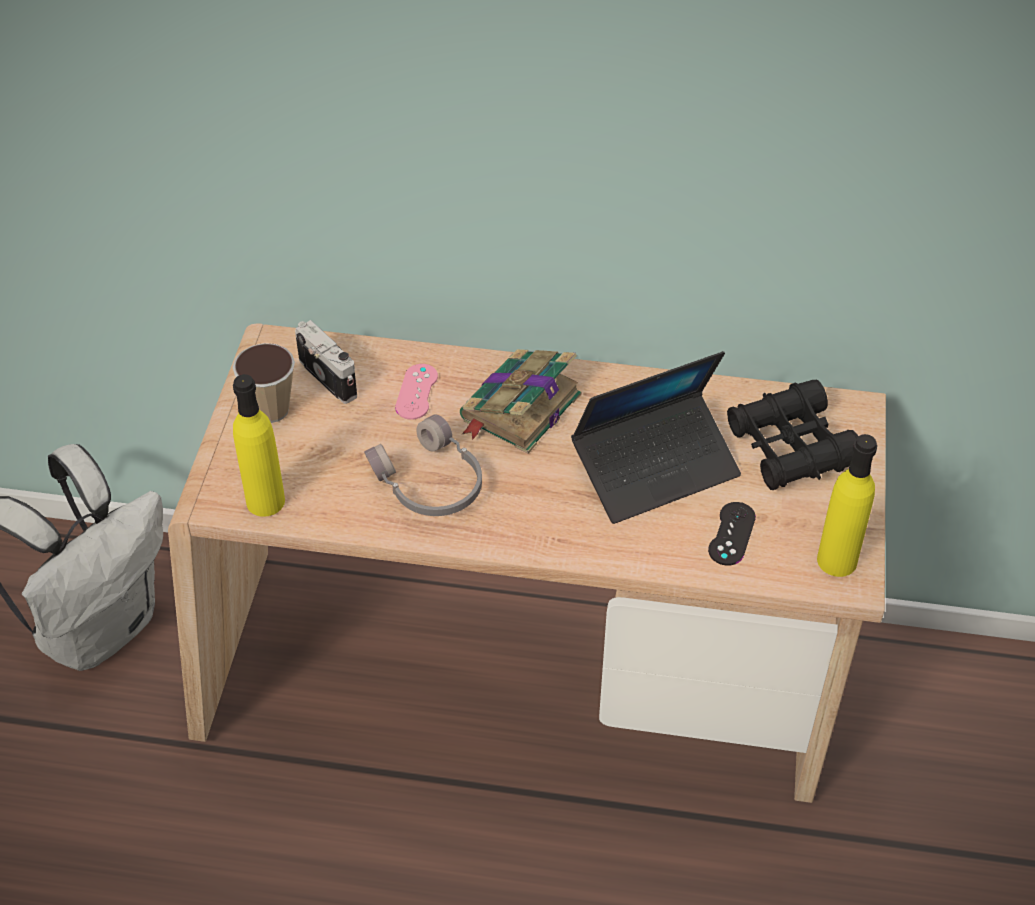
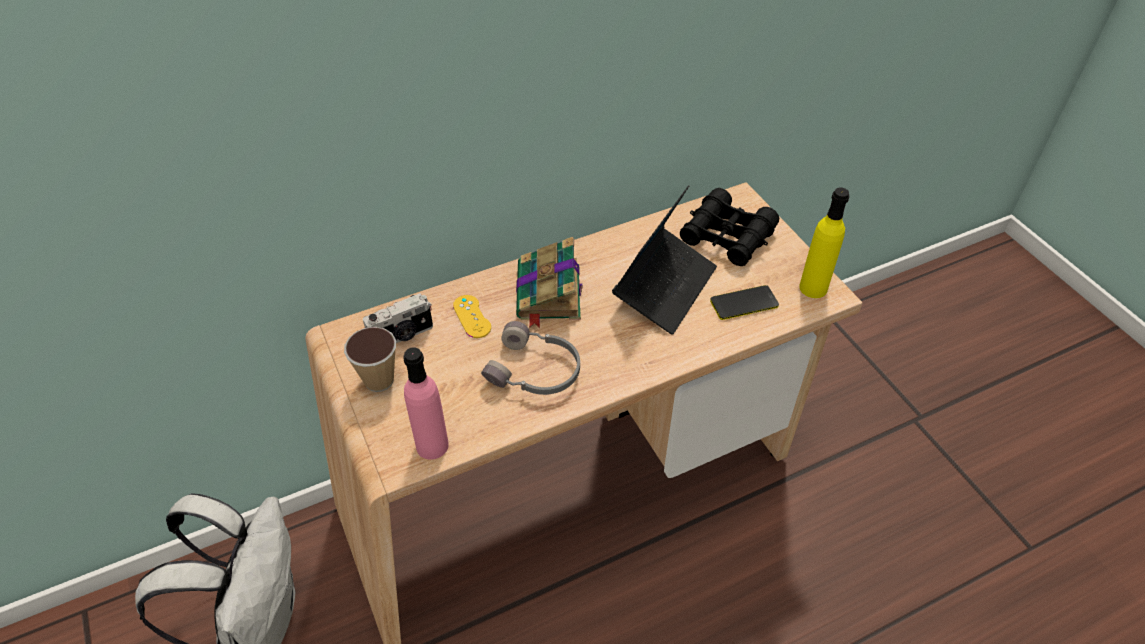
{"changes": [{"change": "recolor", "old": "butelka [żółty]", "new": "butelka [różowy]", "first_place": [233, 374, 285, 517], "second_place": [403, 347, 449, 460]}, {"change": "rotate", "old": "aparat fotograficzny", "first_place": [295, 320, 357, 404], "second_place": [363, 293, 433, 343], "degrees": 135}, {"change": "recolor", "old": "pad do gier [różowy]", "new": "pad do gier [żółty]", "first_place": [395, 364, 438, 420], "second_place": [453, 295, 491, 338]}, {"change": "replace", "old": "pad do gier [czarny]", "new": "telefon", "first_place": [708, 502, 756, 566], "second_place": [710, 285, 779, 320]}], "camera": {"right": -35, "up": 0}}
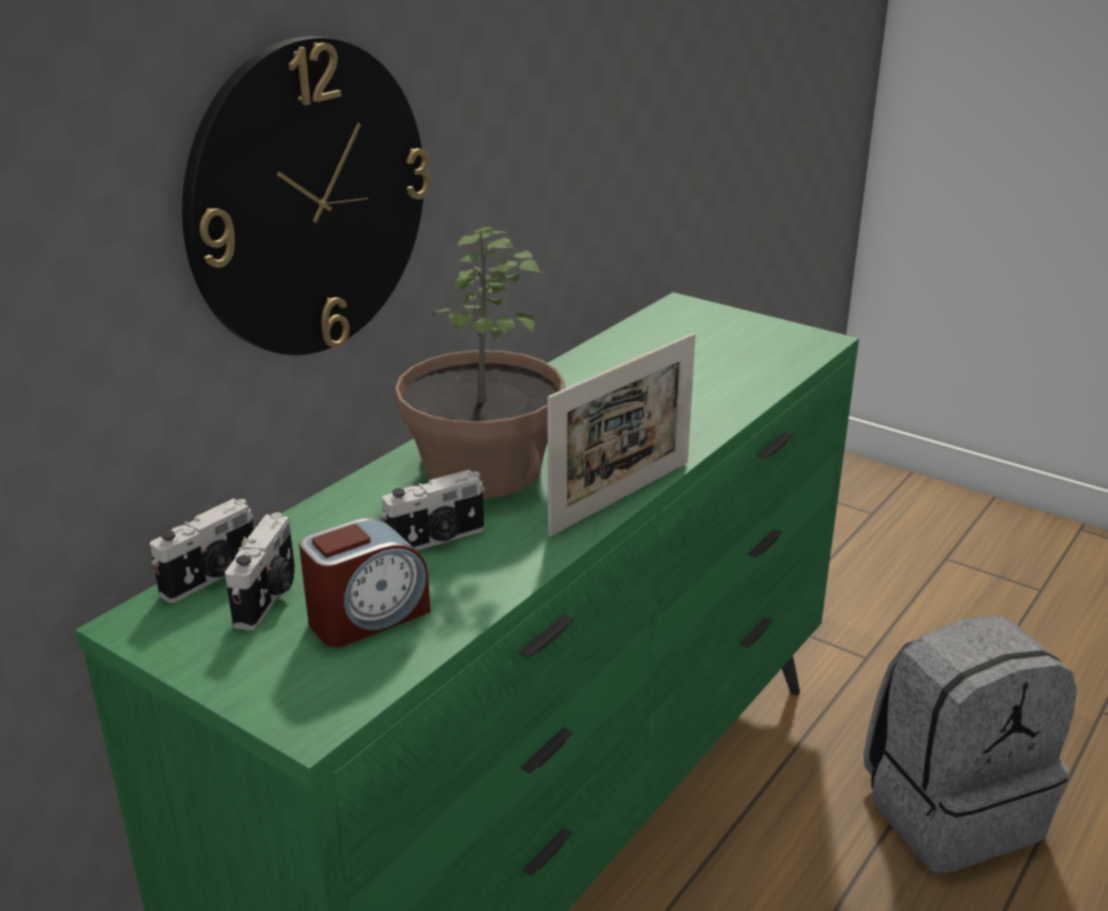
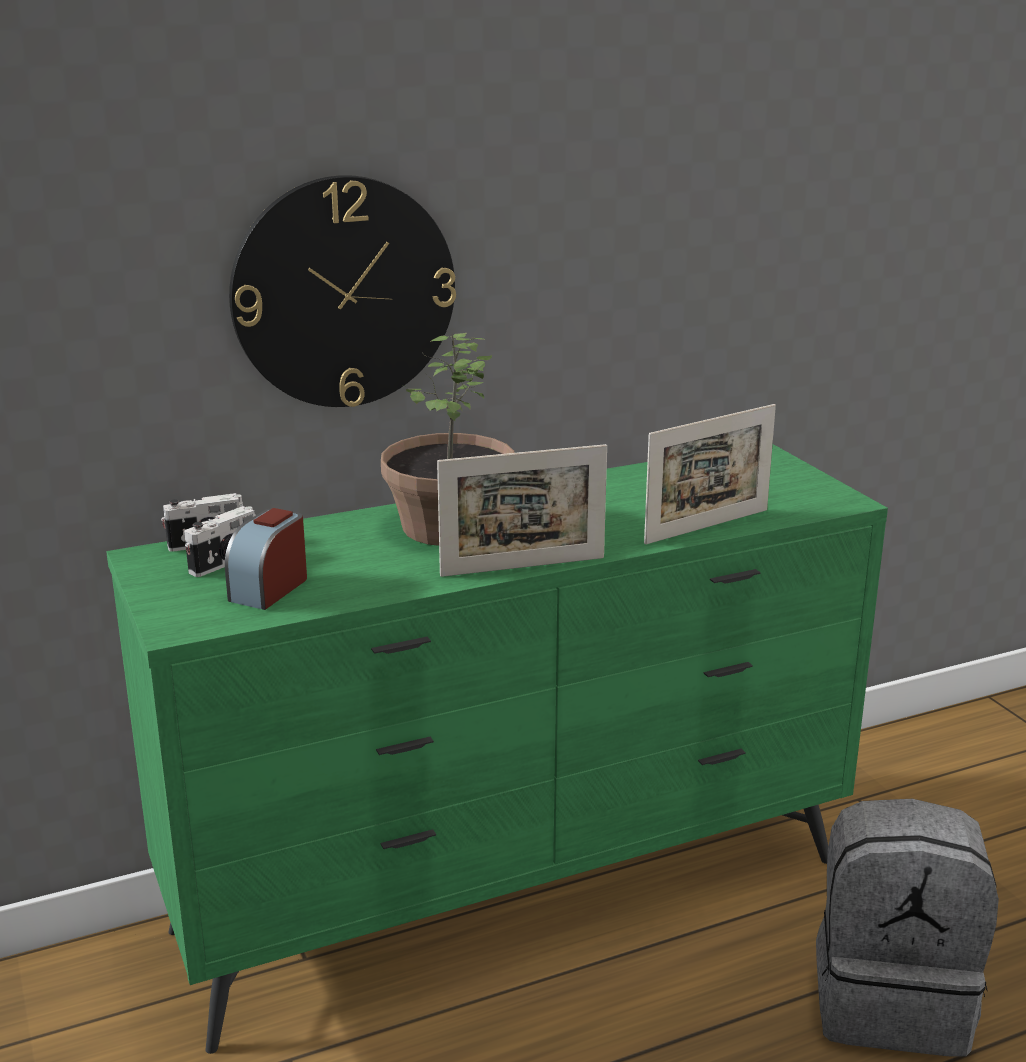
{"changes": [{"change": "rotate", "old": "budzik", "first_place": [299, 518, 430, 647], "second_place": [225, 508, 307, 610], "degrees": 120}, {"change": "delete", "old": "aparat fotograficzny", "first_place": [380, 470, 485, 550]}, {"change": "insert", "new": "ramka na zdjęcie", "second_place": [644, 404, 776, 545]}], "camera": {"right": 30, "up": -5}}
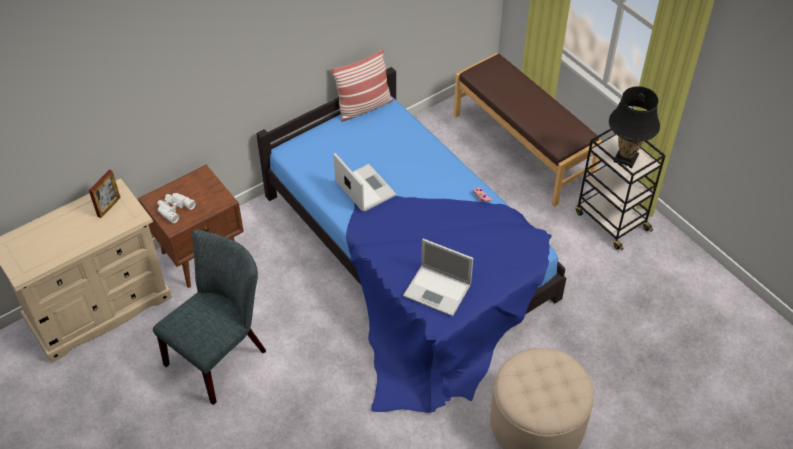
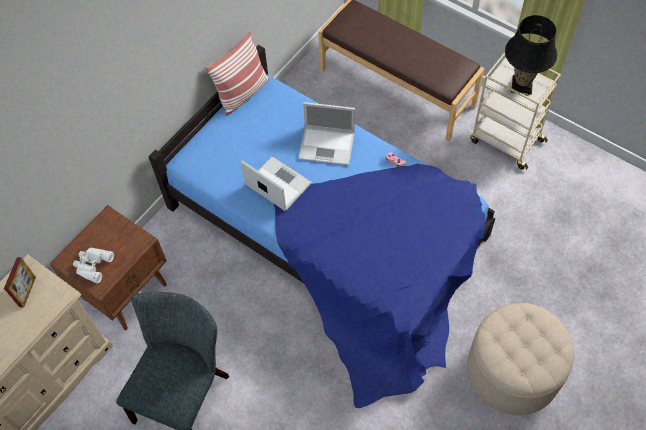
{"changes": [{"change": "move", "old": "laptop", "first_place": [403, 239, 473, 316], "second_place": [298, 102, 355, 165]}, {"change": "recolor", "old": "wózek [czarny]", "new": "wózek [beżowy]", "first_place": [576, 129, 666, 250], "second_place": [470, 52, 561, 170]}], "camera": {"right": -15, "up": 10}}
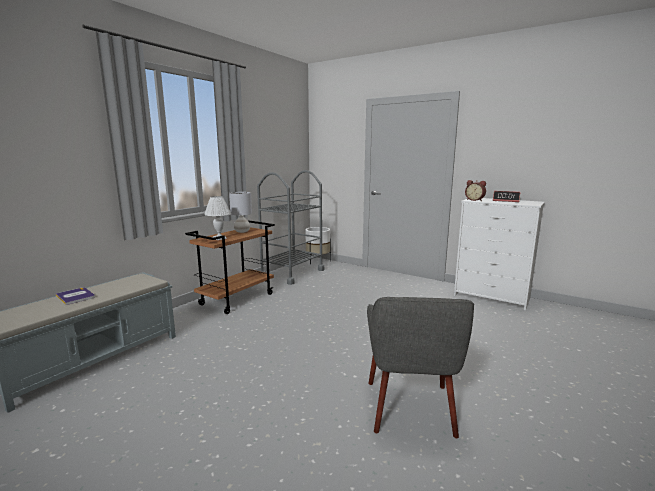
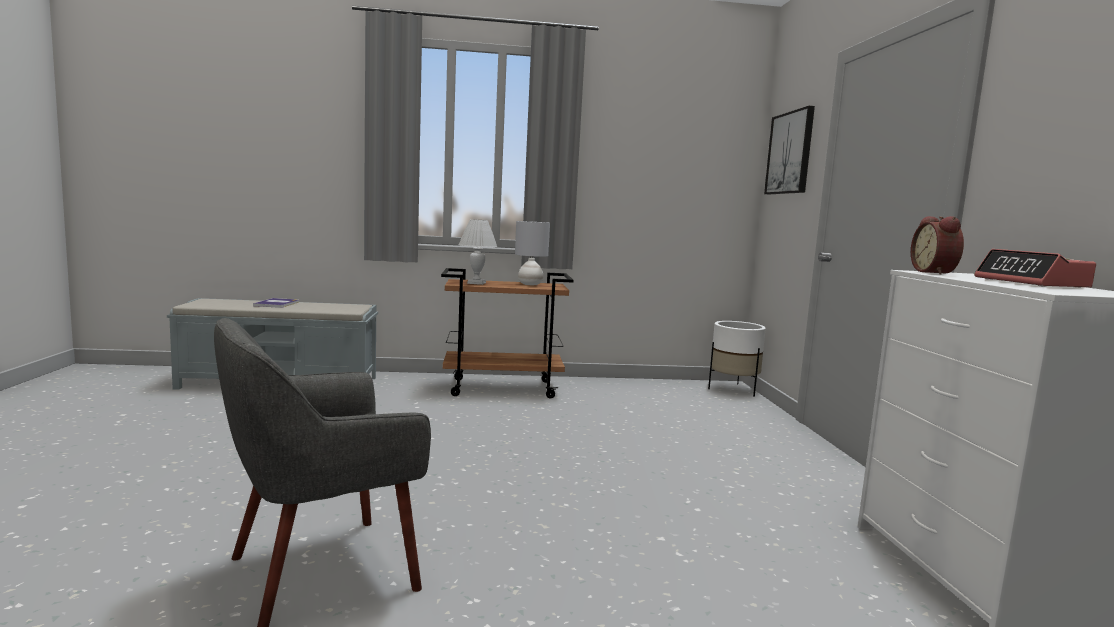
{"changes": [{"change": "delete", "old": "wózek [szary]", "first_place": [257, 170, 324, 285]}, {"change": "insert", "new": "obraz", "second_place": [764, 106, 815, 194]}], "camera": {"right": 50, "up": -5}}
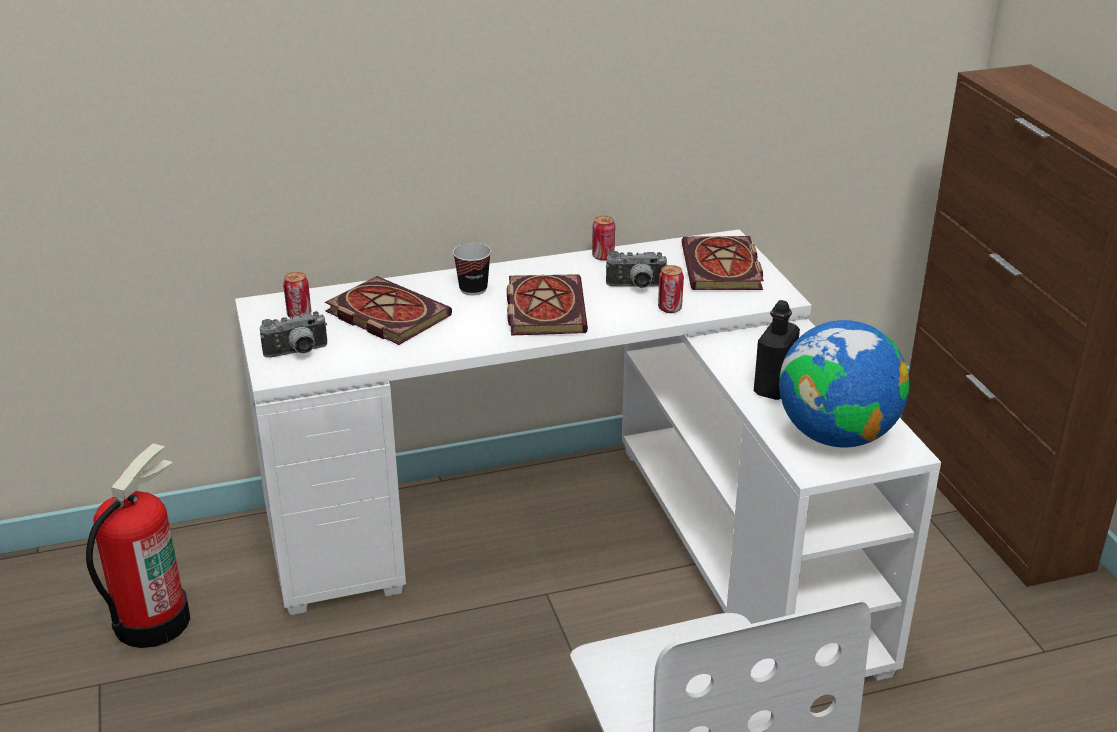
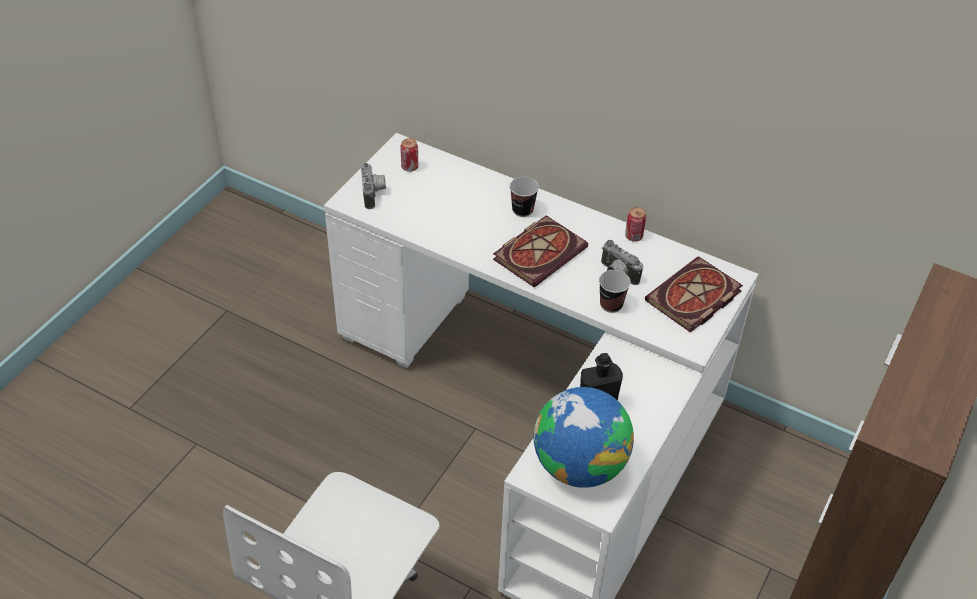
{"changes": [{"change": "delete", "old": "gaśnica", "first_place": [86, 443, 190, 648]}, {"change": "rotate", "old": "aparat fotograficzny", "first_place": [260, 311, 327, 358], "second_place": [361, 163, 386, 209], "degrees": -120}, {"change": "delete", "old": "książka", "first_place": [325, 276, 452, 345]}, {"change": "replace", "old": "puszka", "new": "filiżanka", "first_place": [658, 265, 684, 313], "second_place": [599, 270, 631, 313]}], "camera": {"right": 45, "up": 15}}
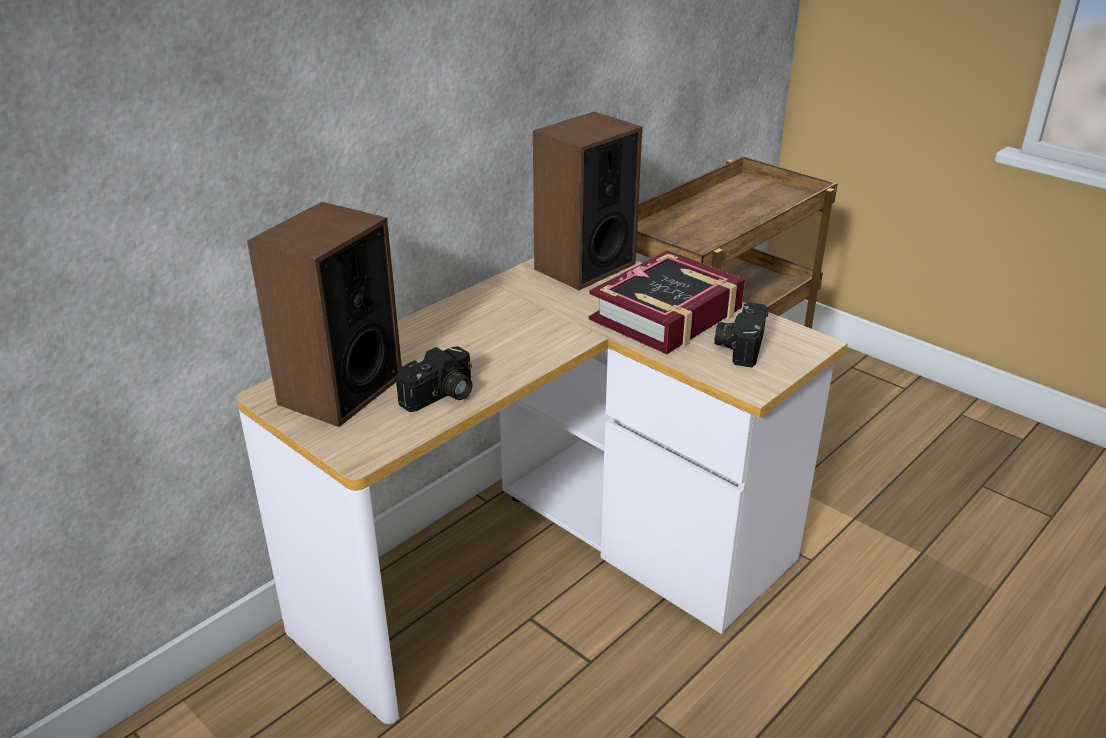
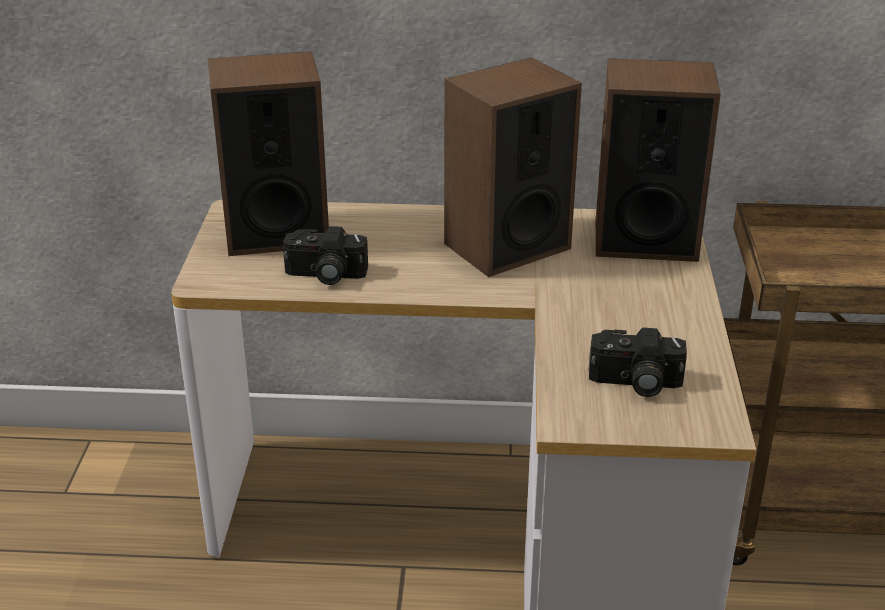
{"changes": [{"change": "delete", "old": "książka", "first_place": [589, 250, 745, 354]}, {"change": "rotate", "old": "aparat fotograficzny", "first_place": [714, 302, 769, 368], "second_place": [588, 327, 687, 397], "degrees": -150}, {"change": "insert", "new": "głośnik", "second_place": [444, 57, 582, 277]}], "camera": {"right": 50, "up": 0}}
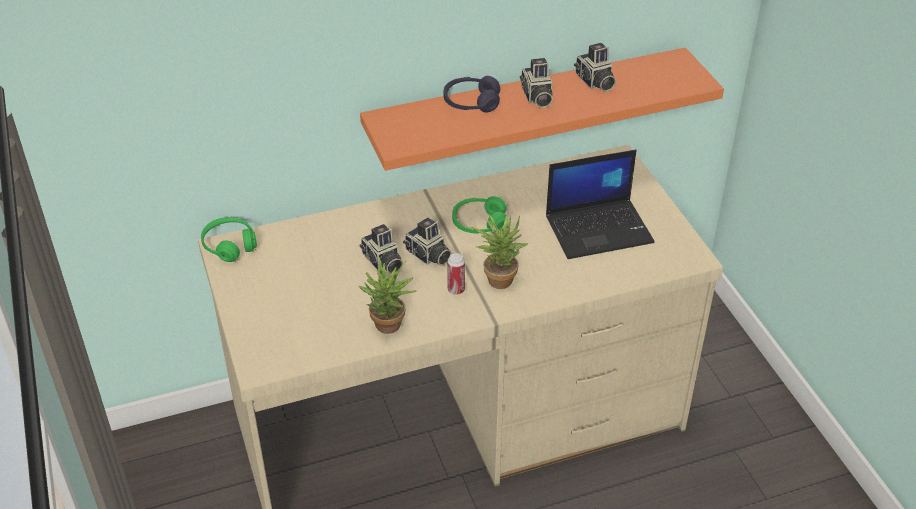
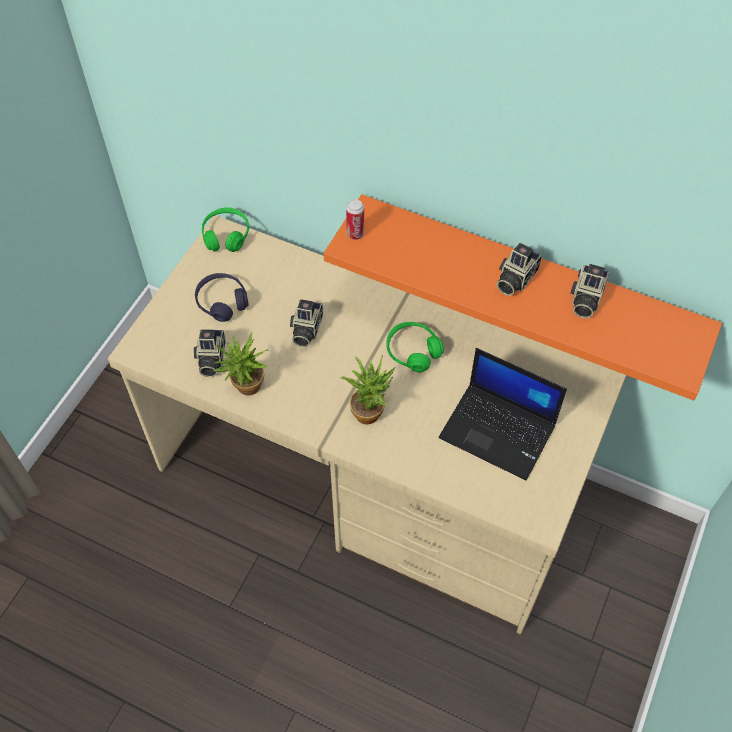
{"changes": [{"change": "move", "old": "aparat fotograficzny", "first_place": [403, 218, 452, 266], "second_place": [194, 329, 226, 377]}, {"change": "move", "old": "słuchawki [fioletowy]", "first_place": [444, 76, 500, 113], "second_place": [195, 273, 249, 322]}, {"change": "move", "old": "puszka", "first_place": [447, 253, 465, 295], "second_place": [346, 199, 364, 240]}], "camera": {"right": 45, "up": 15}}
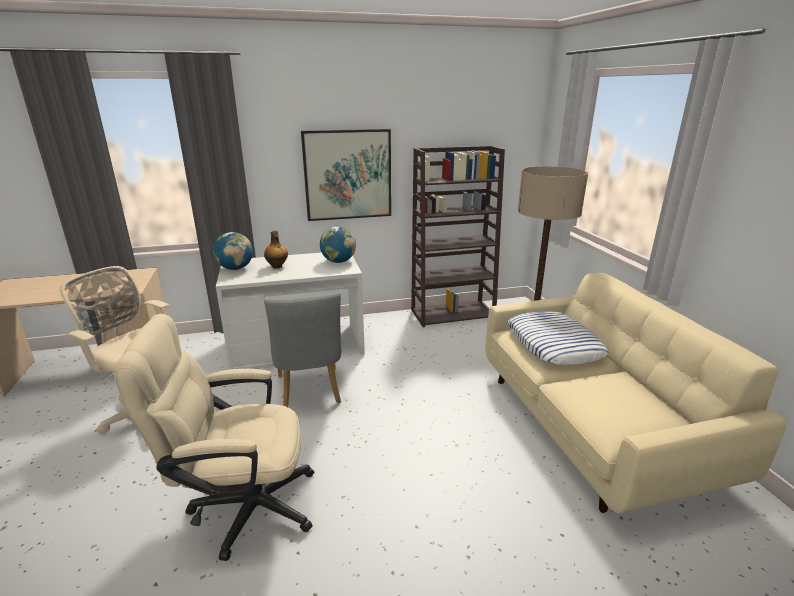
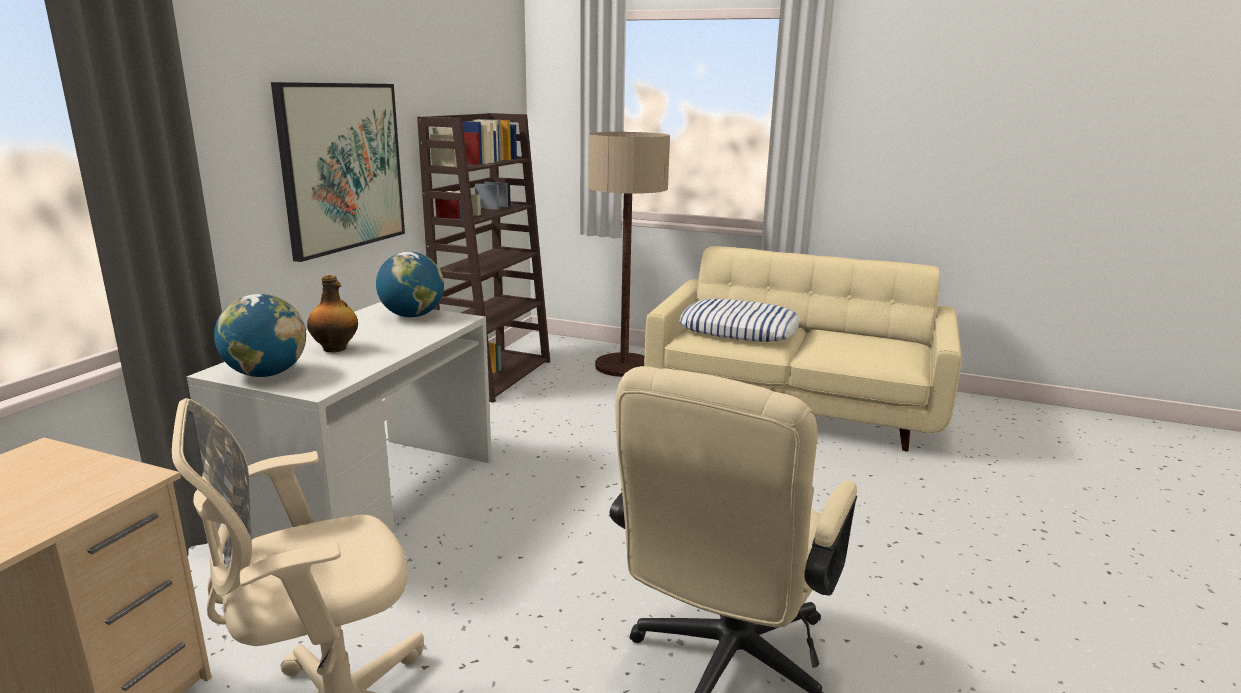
{"changes": [{"change": "delete", "old": "krzesło [szary]", "first_place": [264, 292, 341, 407]}], "camera": {"right": -55, "up": -5}}
